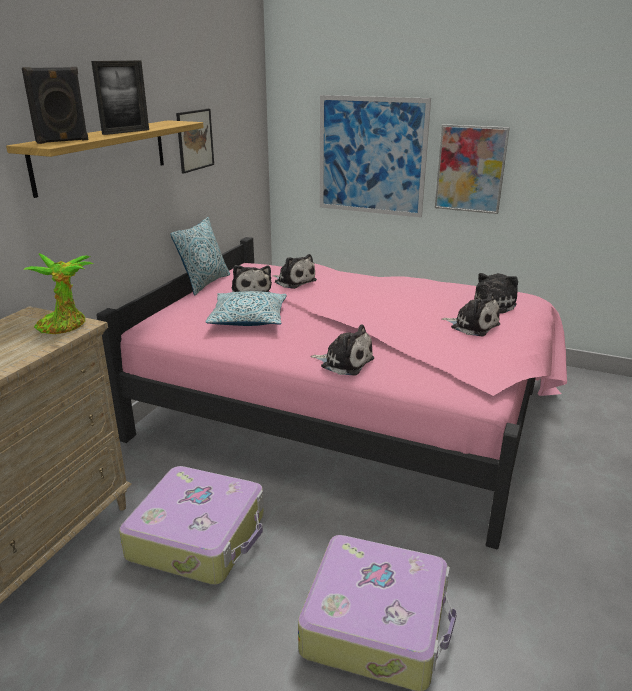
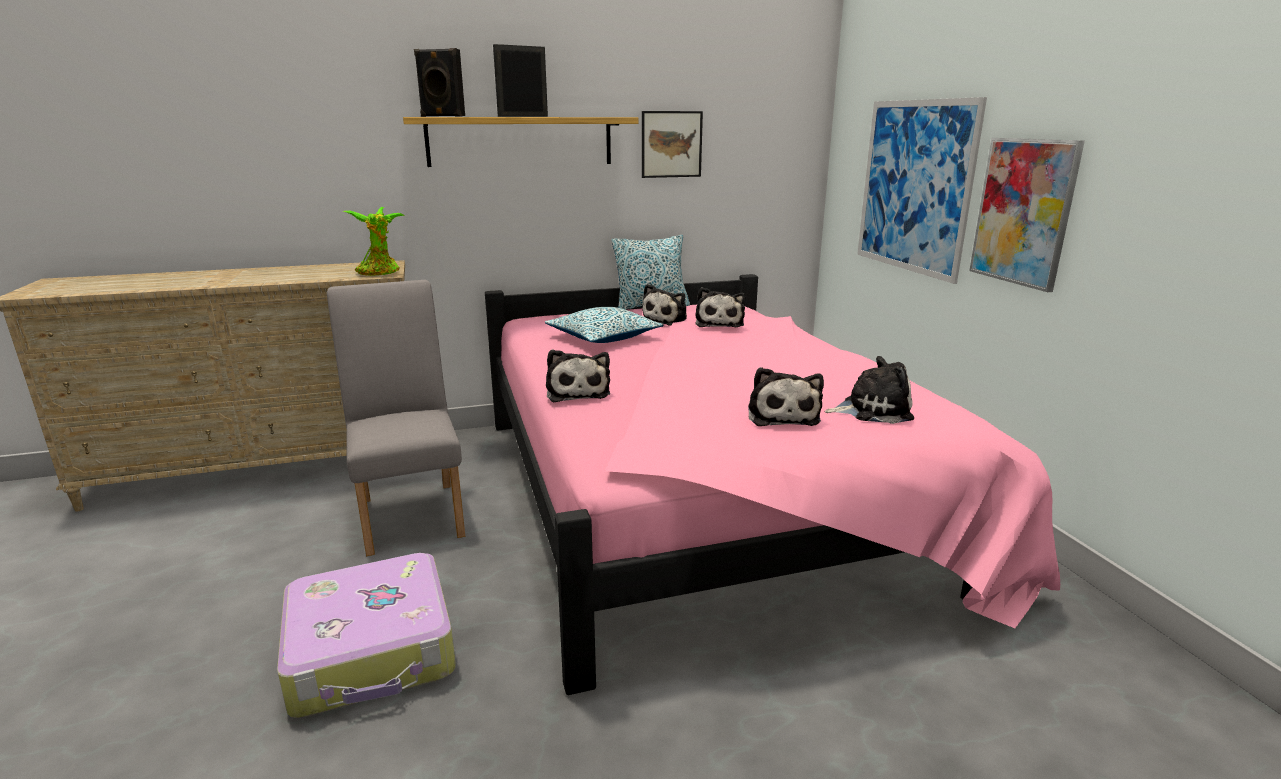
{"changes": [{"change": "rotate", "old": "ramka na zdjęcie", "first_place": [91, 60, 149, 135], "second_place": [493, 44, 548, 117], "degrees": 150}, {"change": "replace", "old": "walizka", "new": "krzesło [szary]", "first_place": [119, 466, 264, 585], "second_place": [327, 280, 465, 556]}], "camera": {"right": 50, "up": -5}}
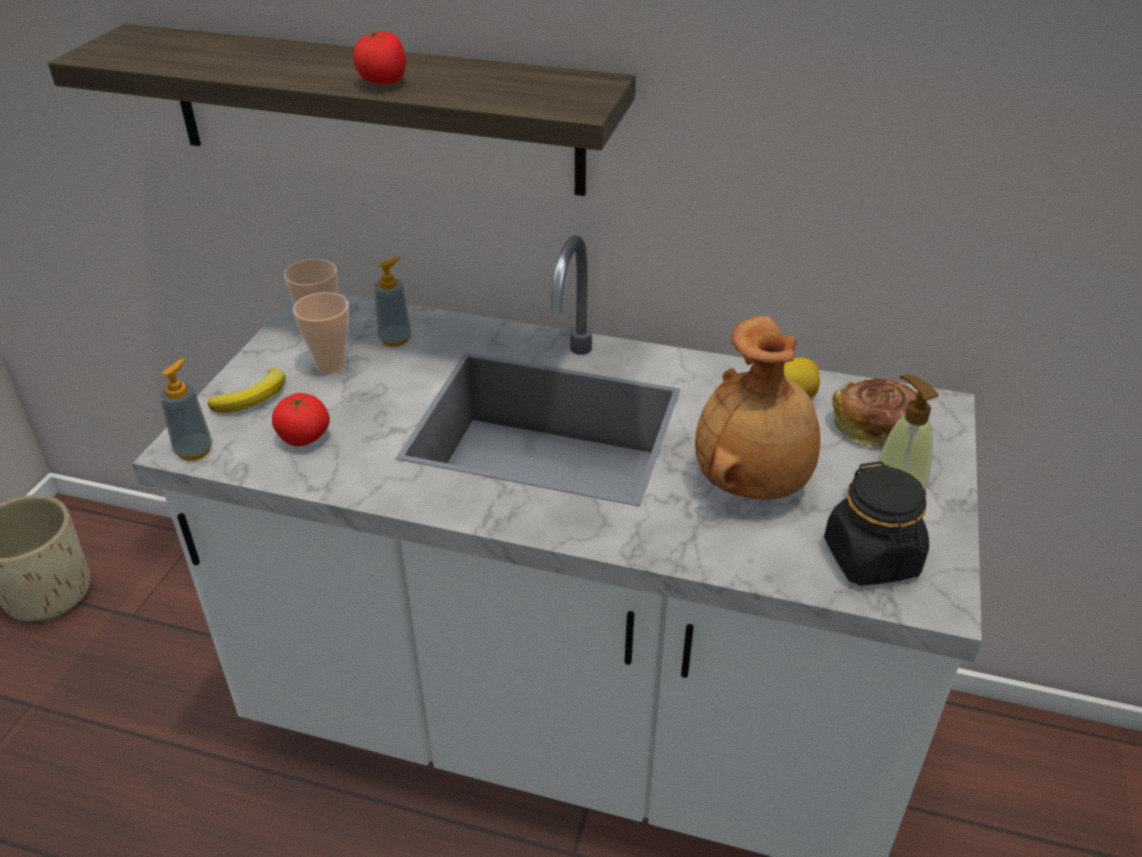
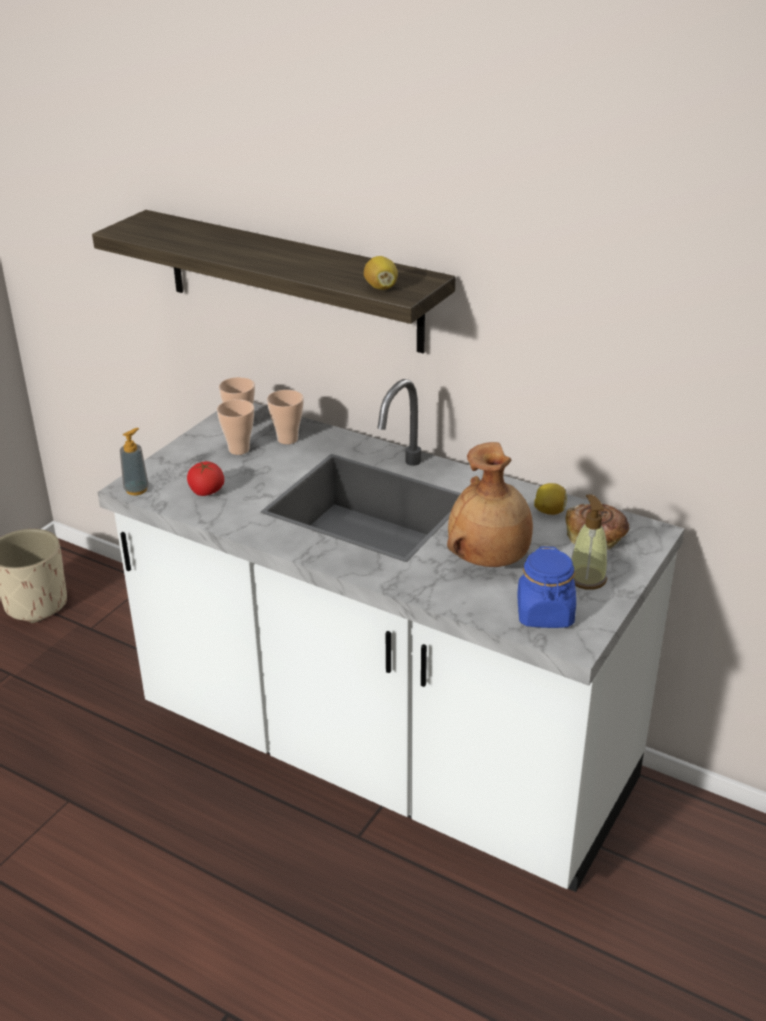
{"changes": [{"change": "delete", "old": "banan", "first_place": [208, 368, 285, 413]}, {"change": "delete", "old": "pomidor", "first_place": [353, 32, 406, 84]}, {"change": "replace", "old": "dozownik mydła", "new": "filiżanka", "first_place": [374, 257, 411, 347], "second_place": [267, 390, 304, 444]}, {"change": "recolor", "old": "słoik [czarny]", "new": "słoik [niebieski]", "first_place": [824, 461, 929, 586], "second_place": [517, 547, 576, 628]}, {"change": "insert", "new": "cytryna", "second_place": [364, 256, 398, 290]}], "camera": {"right": 15, "up": -5}}
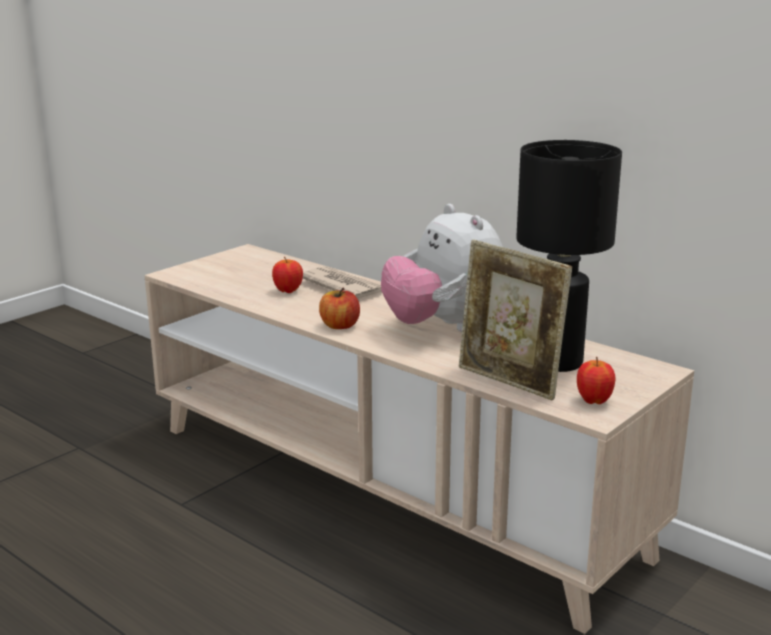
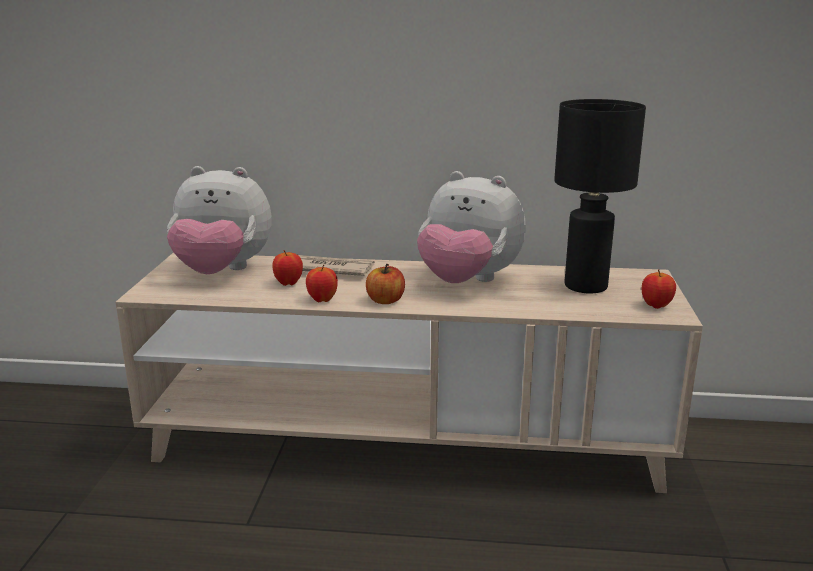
{"changes": [{"change": "delete", "old": "ramka na zdjęcie", "first_place": [459, 240, 572, 400]}, {"change": "insert", "new": "pluszak", "second_place": [167, 166, 272, 274]}, {"change": "insert", "new": "jabłko", "second_place": [306, 264, 338, 302]}], "camera": {"right": -35, "up": 0}}
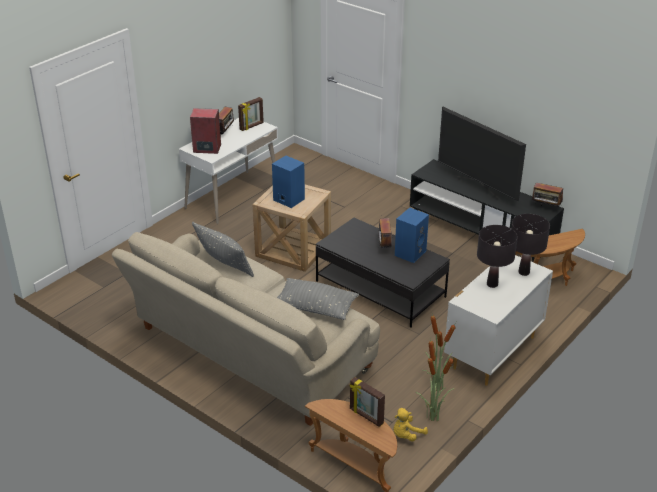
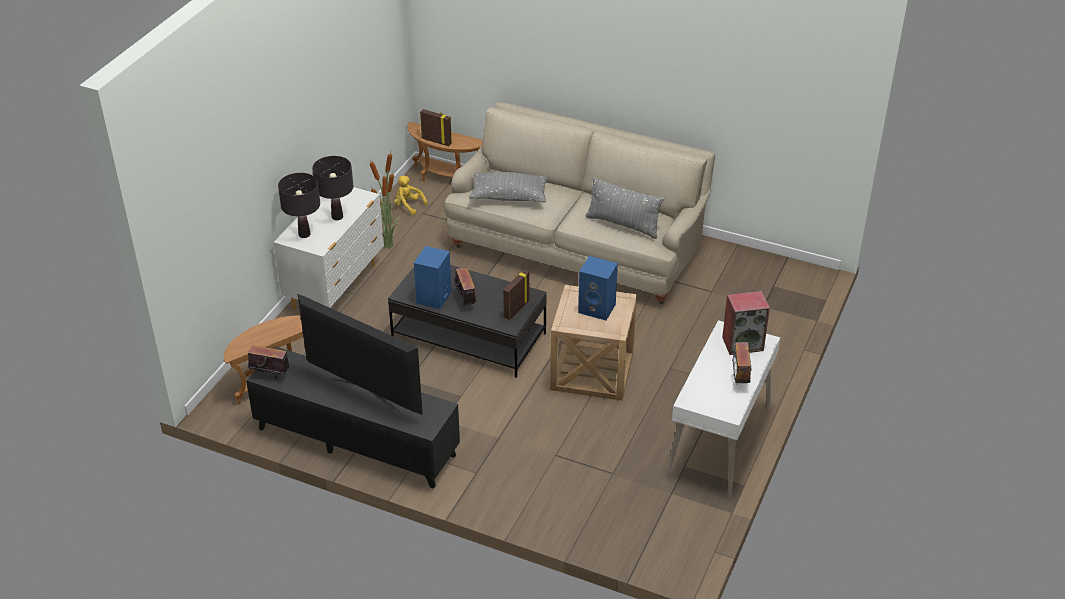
{"changes": [{"change": "move", "old": "ramka na zdjęcie", "first_place": [238, 97, 264, 131], "second_place": [503, 270, 529, 320]}, {"change": "rotate", "old": "pluszak [żółty]", "first_place": [393, 408, 428, 442], "second_place": [394, 176, 428, 215], "degrees": -90}], "camera": {"right": 165, "up": 5}}
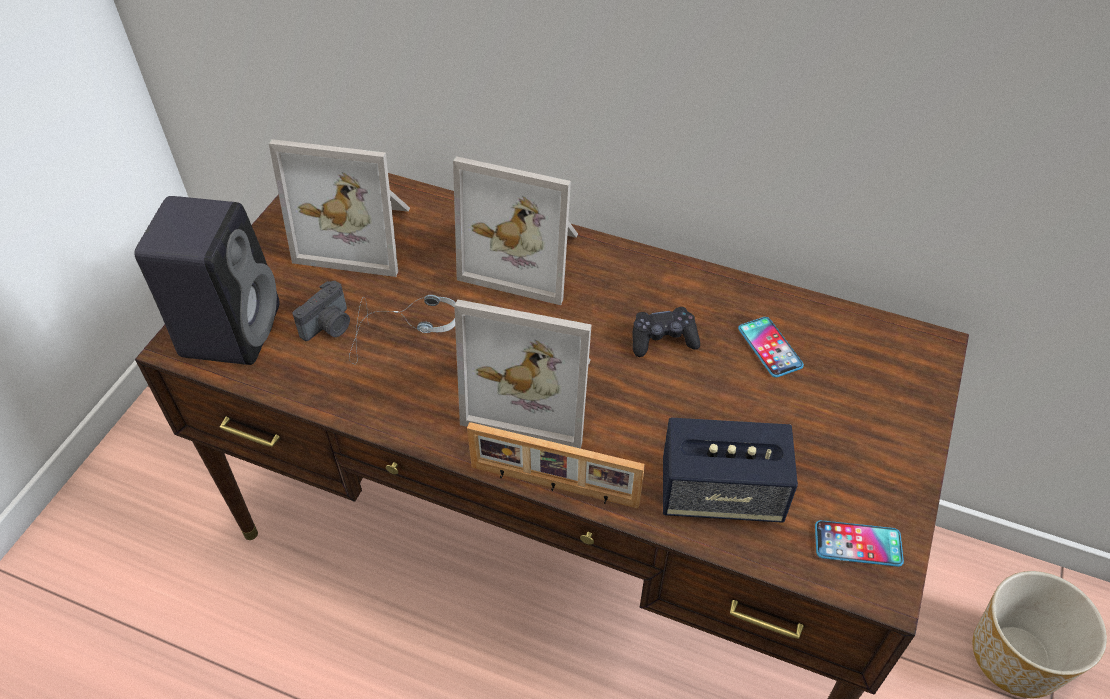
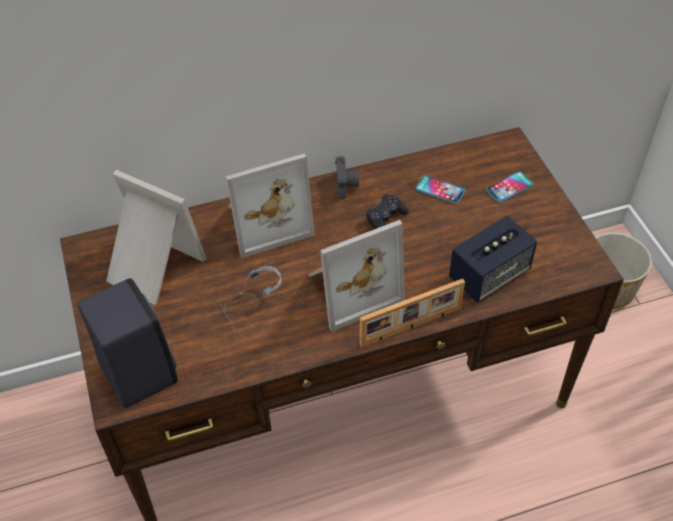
{"changes": [{"change": "rotate", "old": "ramka na zdjęcie", "first_place": [269, 139, 410, 277], "second_place": [106, 170, 206, 305], "degrees": -120}, {"change": "move", "old": "aparat fotograficzny", "first_place": [292, 281, 350, 341], "second_place": [335, 156, 359, 199]}, {"change": "move", "old": "telefon", "first_place": [815, 520, 904, 567], "second_place": [486, 172, 534, 203]}], "camera": {"right": -40, "up": 0}}
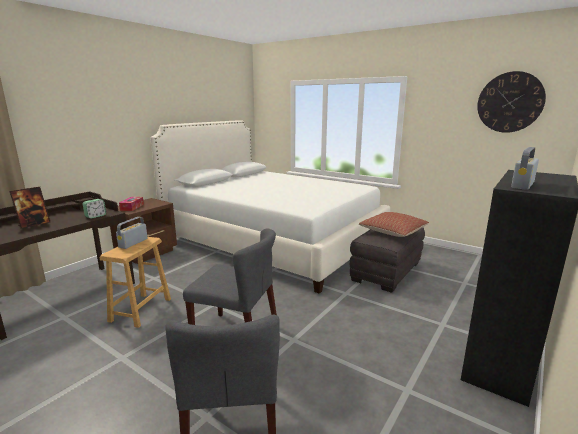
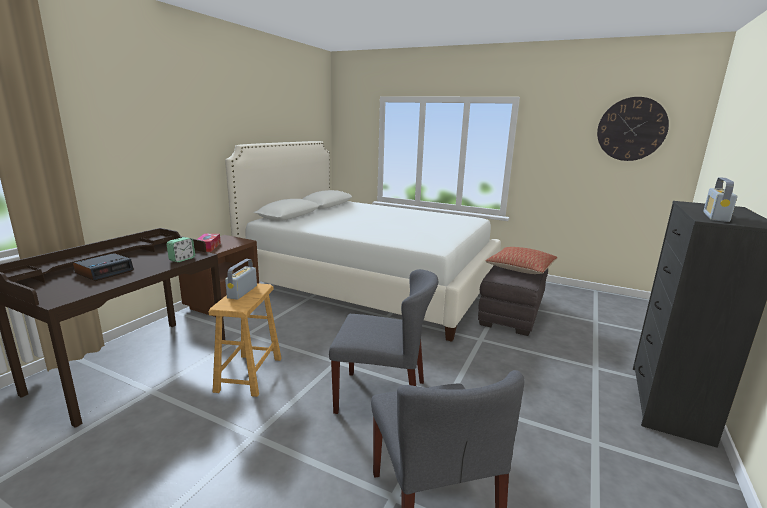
{"changes": [{"change": "replace", "old": "ramka na zdjęcie", "new": "budzik", "first_place": [9, 187, 50, 229], "second_place": [73, 253, 134, 281]}], "camera": {"right": -10, "up": 0}}
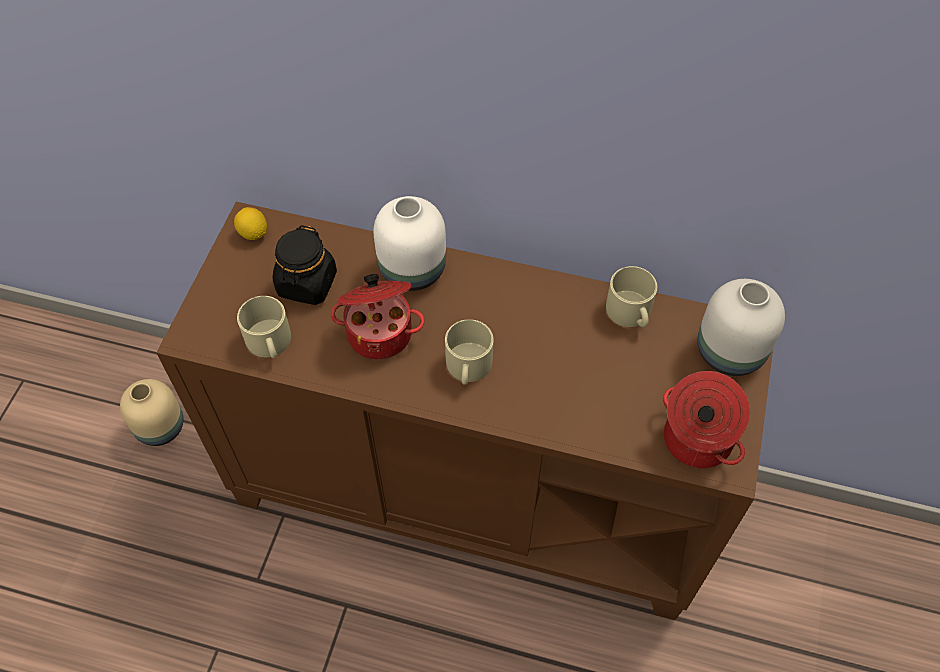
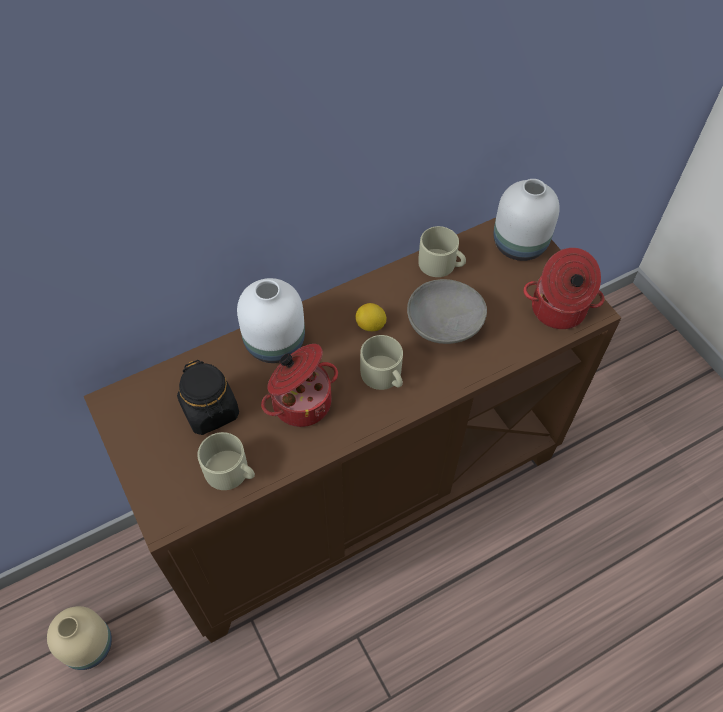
{"changes": [{"change": "move", "old": "cytryna", "first_place": [234, 207, 267, 240], "second_place": [356, 303, 386, 331]}, {"change": "insert", "new": "miska [szary]", "second_place": [407, 279, 487, 344]}], "camera": {"right": -45, "up": 0}}
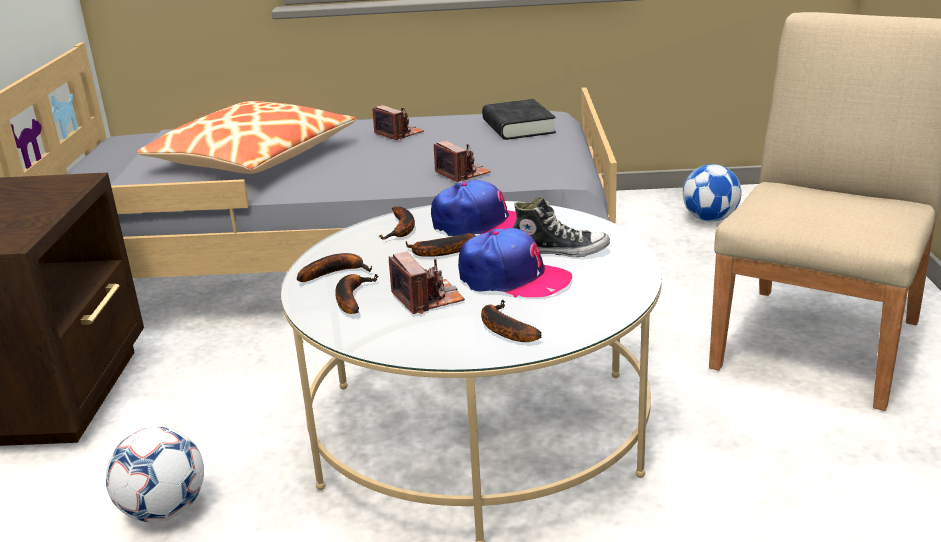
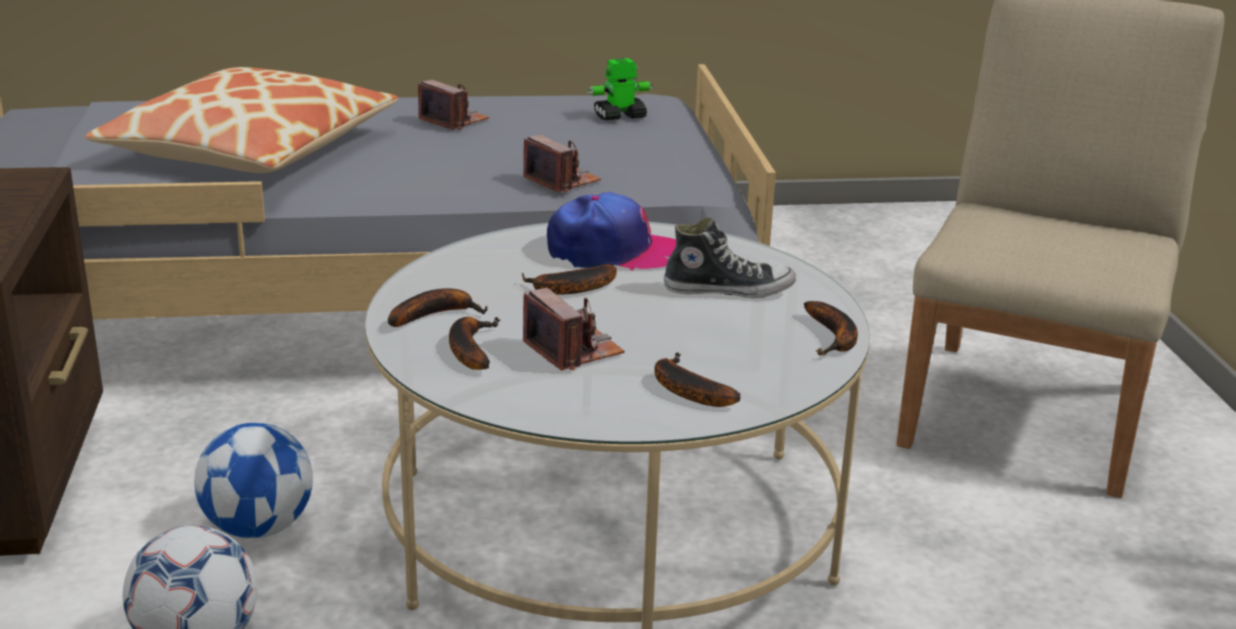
{"changes": [{"change": "move", "old": "banan", "first_place": [379, 206, 415, 240], "second_place": [804, 301, 858, 355]}, {"change": "delete", "old": "czapka z daszkiem", "first_place": [458, 228, 572, 298]}, {"change": "replace", "old": "książka [czarny]", "new": "robot zabawkowy", "first_place": [482, 99, 556, 140], "second_place": [586, 58, 653, 120]}, {"change": "move", "old": "piłka futbolowa", "first_place": [683, 164, 742, 222], "second_place": [194, 423, 313, 538]}], "camera": {"right": -10, "up": 0}}
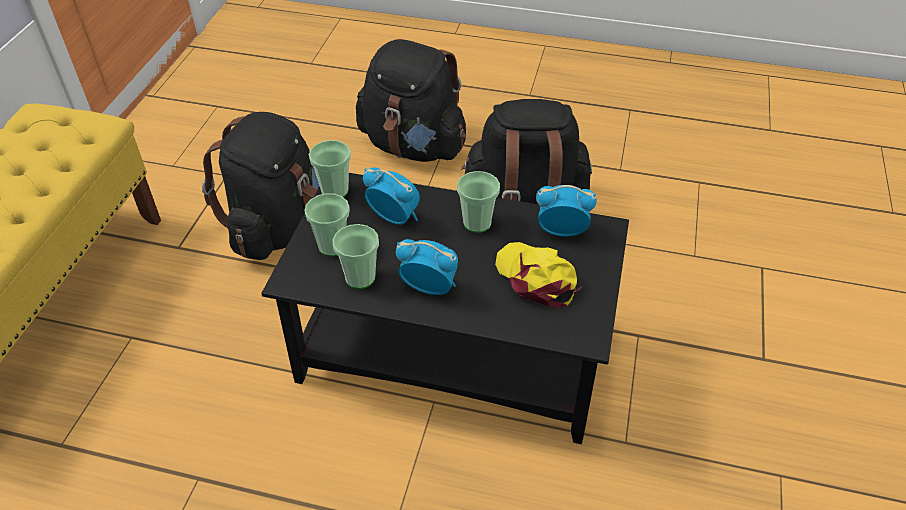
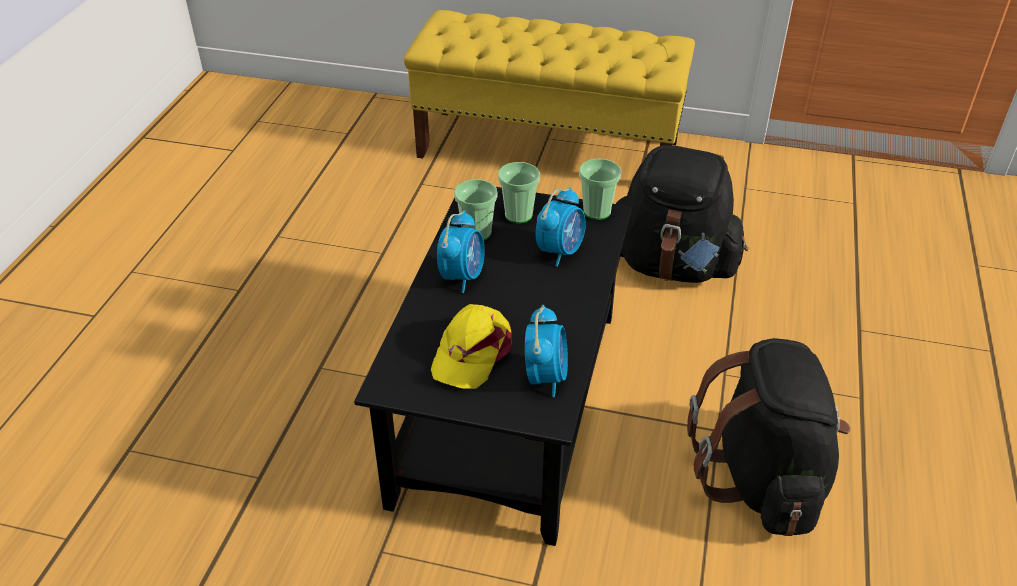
{"changes": [{"change": "delete", "old": "plecak [czarny]", "first_place": [356, 39, 466, 162]}, {"change": "delete", "old": "filiżanka", "first_place": [457, 171, 500, 233]}, {"change": "rotate", "old": "czapka z daszkiem [żółty]", "first_place": [495, 242, 583, 308], "second_place": [431, 304, 512, 389], "degrees": 150}], "camera": {"right": 90, "up": -5}}
